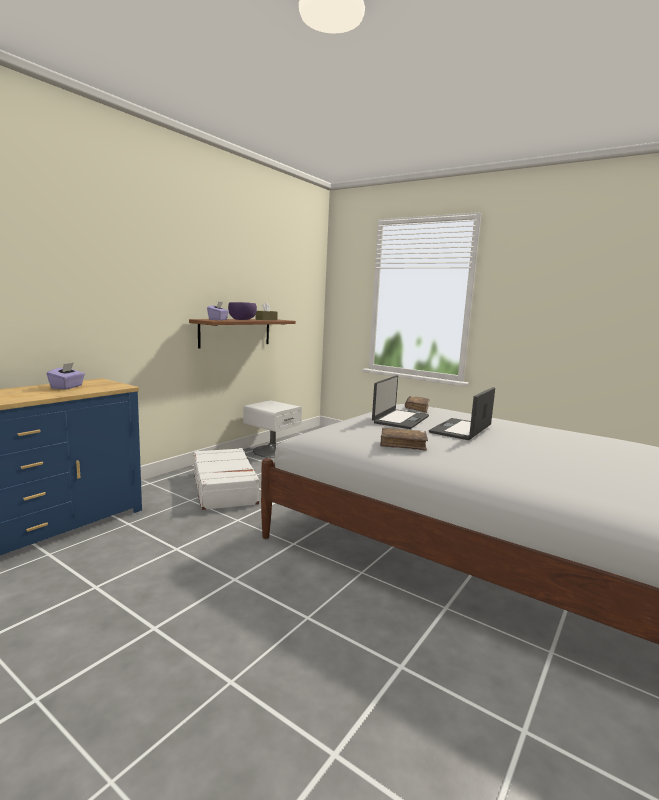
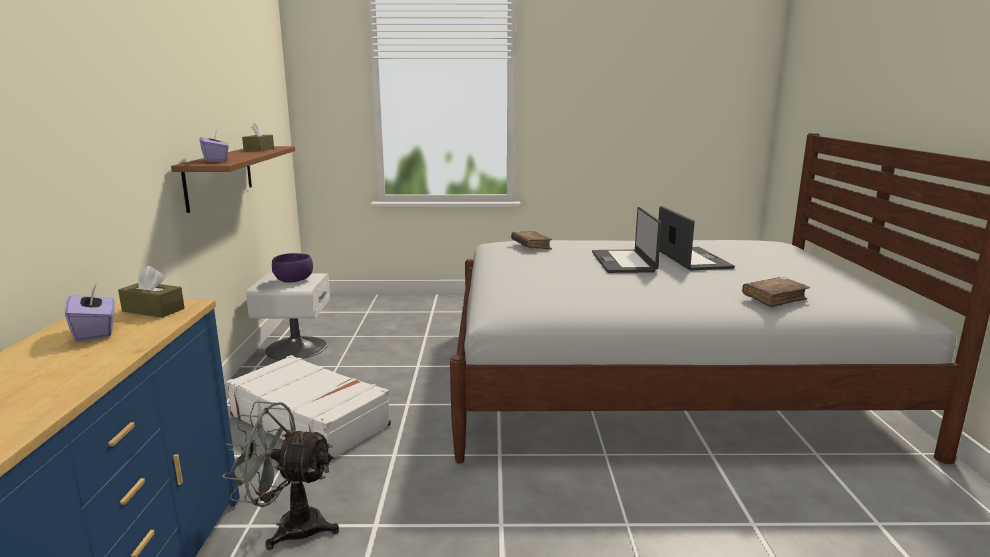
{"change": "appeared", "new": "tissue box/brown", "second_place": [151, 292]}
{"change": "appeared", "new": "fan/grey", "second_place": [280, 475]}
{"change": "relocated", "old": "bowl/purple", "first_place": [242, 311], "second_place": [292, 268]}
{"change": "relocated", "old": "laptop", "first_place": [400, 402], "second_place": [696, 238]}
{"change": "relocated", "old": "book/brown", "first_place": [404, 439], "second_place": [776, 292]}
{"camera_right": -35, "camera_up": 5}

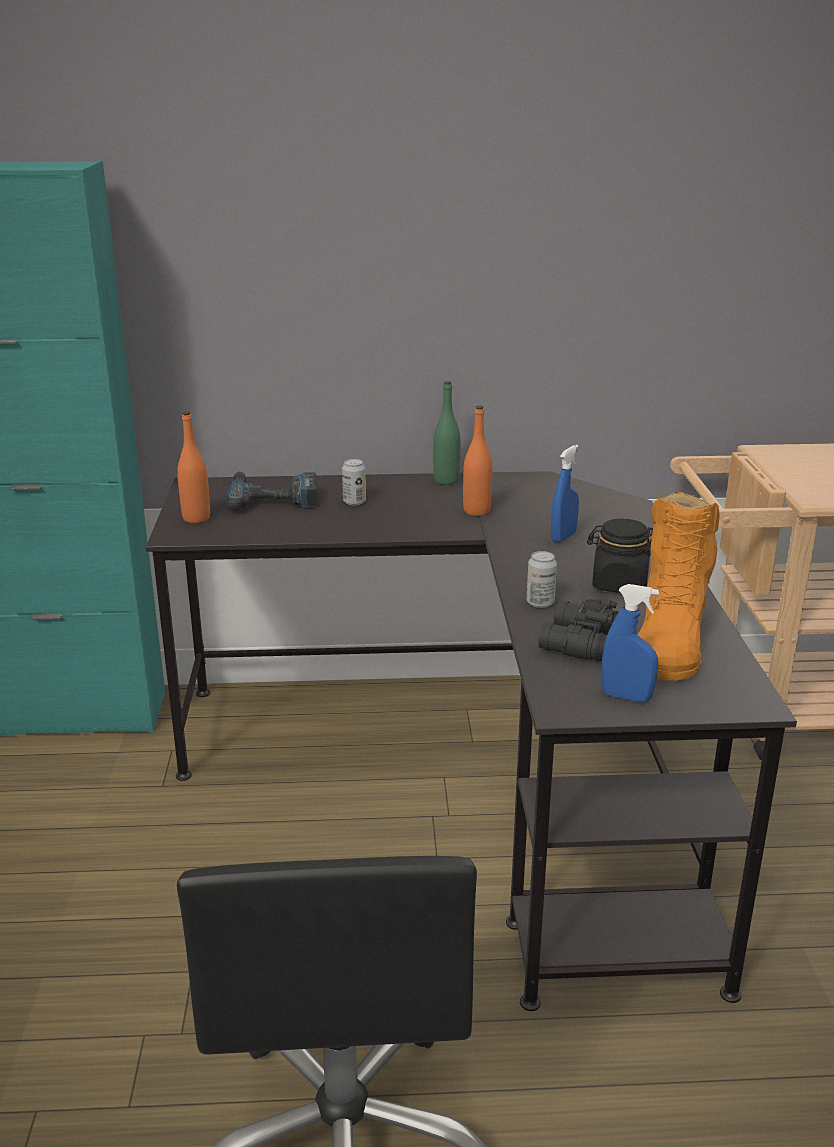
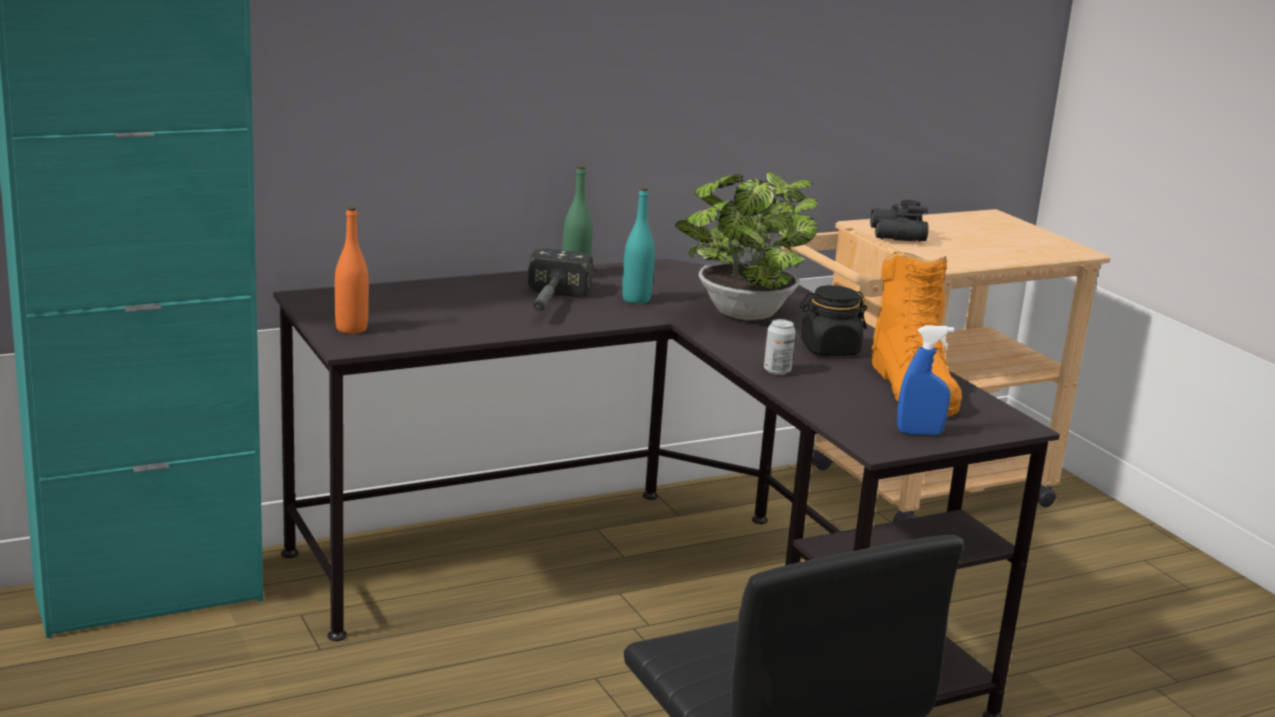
{"change": "appeared", "new": "hammer", "second_place": [560, 279]}
{"change": "colour", "old": "bottle/orange", "new": "bottle/turquoise", "first_place": [477, 460], "second_place": [638, 245]}
{"change": "exchanged", "old": "spray bottle/blue", "new": "potted plant", "first_place": [565, 494], "second_place": [746, 245]}
{"change": "relocated", "old": "binoculars/black", "first_place": [578, 629], "second_place": [899, 221]}
{"change": "missing", "old": "power drill", "first_place": [271, 491]}
{"change": "missing", "old": "can", "first_place": [354, 482]}
{"camera_right": -25, "camera_up": -5}

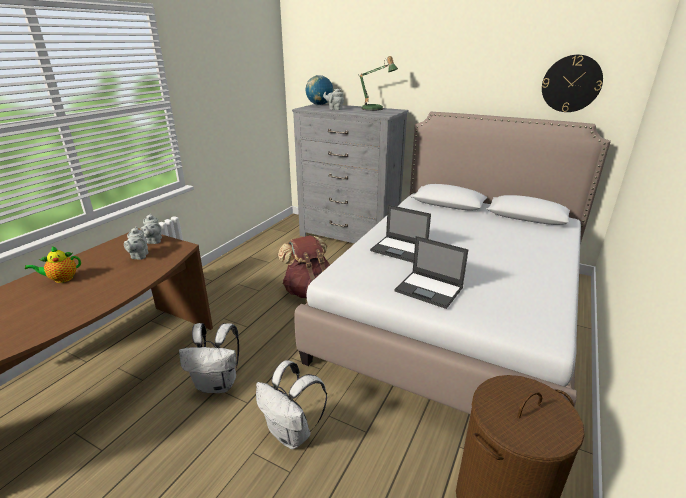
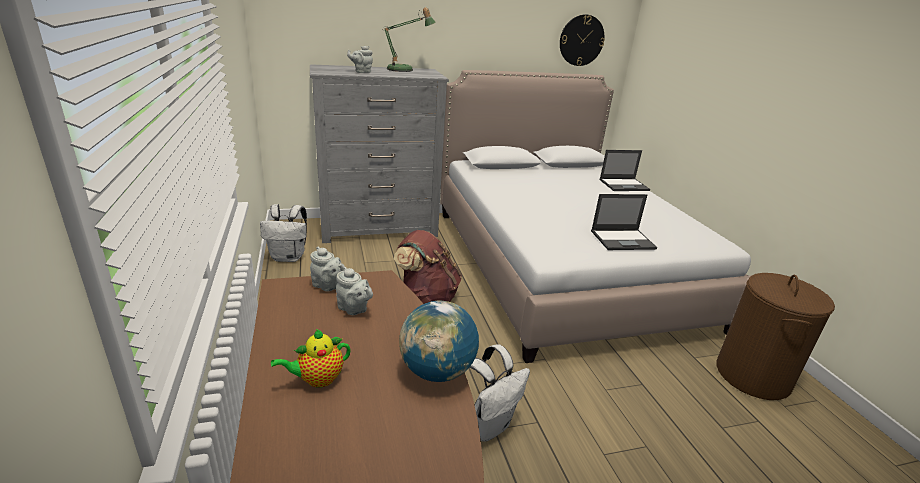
{"change": "relocated", "old": "backpack/white", "first_place": [291, 404], "second_place": [283, 233]}
{"change": "spun", "old": "teapot", "first_place": [53, 264], "second_place": [311, 358], "degrees": 45}
{"change": "relocated", "old": "globe", "first_place": [319, 90], "second_place": [439, 341]}
{"change": "relocated", "old": "laptop", "first_place": [400, 234], "second_place": [624, 170]}
{"camera_right": -45, "camera_up": 0}

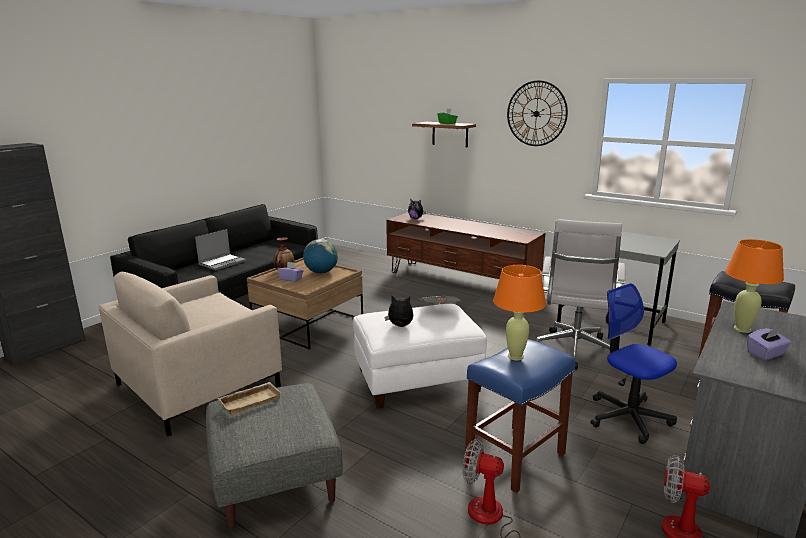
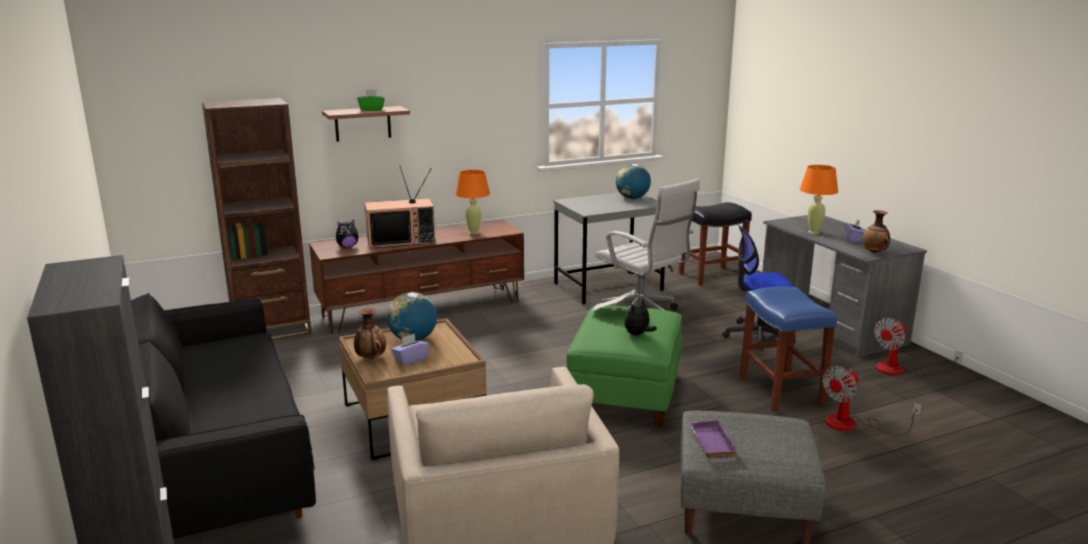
{"change": "appeared", "new": "bookcase/brown", "second_place": [257, 219]}
{"change": "appeared", "new": "television", "second_place": [400, 206]}
{"change": "relocated", "old": "table lamp/orange", "first_place": [519, 312], "second_place": [473, 202]}
{"change": "colour", "old": "ottoman/white", "new": "ottoman/green", "first_place": [420, 356], "second_place": [624, 365]}
{"change": "appeared", "new": "globe", "second_place": [633, 181]}
{"change": "colour", "old": "tray/beige", "new": "tray/purple", "first_place": [249, 398], "second_place": [713, 439]}
{"change": "appeared", "new": "vase", "second_place": [876, 231]}
{"change": "missing", "old": "laptop", "first_place": [220, 249]}
{"change": "missing", "old": "wall clock", "first_place": [537, 113]}
{"camera_right": -60, "camera_up": 0}

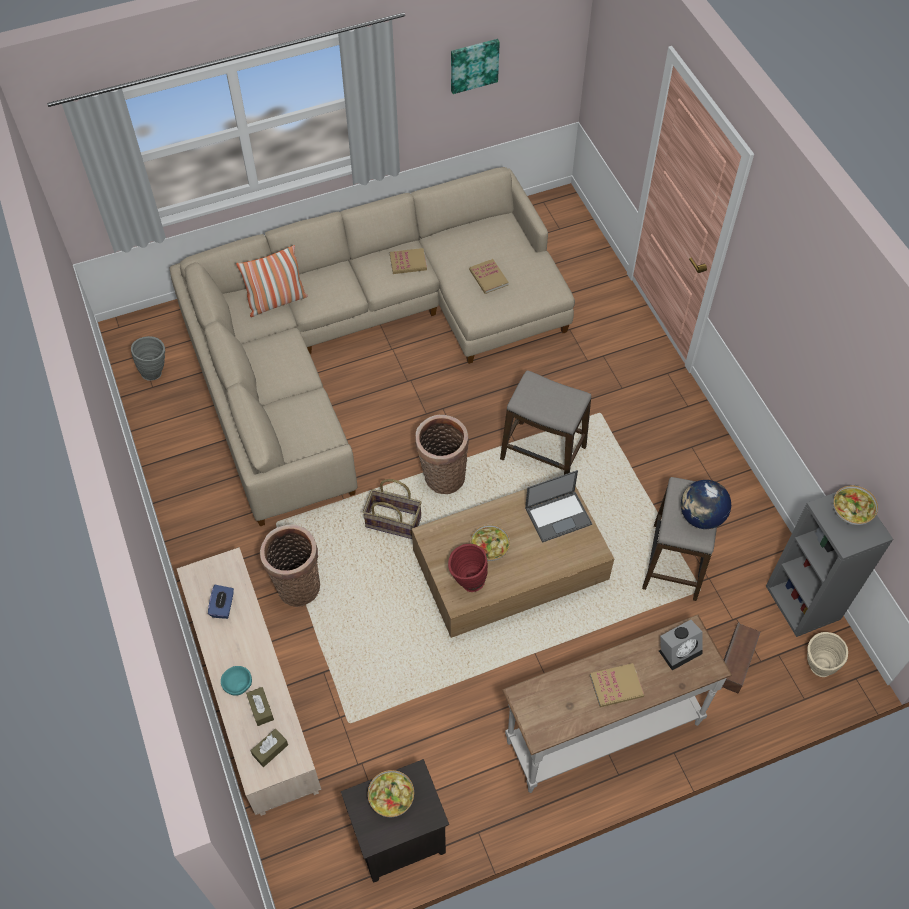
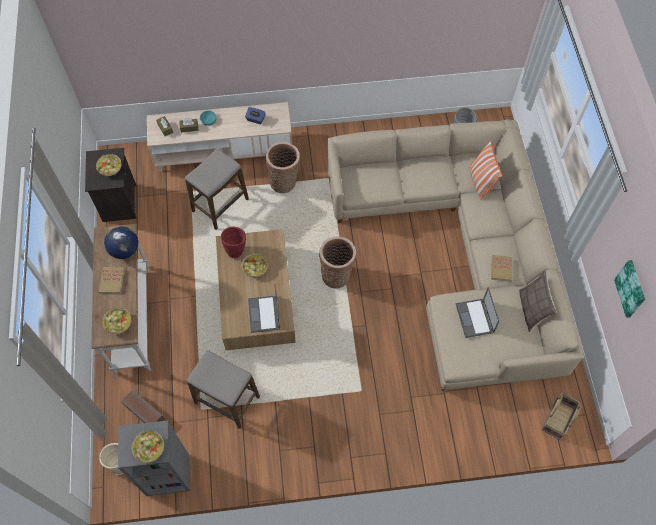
{"change": "exchanged", "old": "alarm clock", "new": "bowl", "first_place": [681, 645], "second_place": [116, 320]}
{"change": "relocated", "old": "globe", "first_place": [706, 504], "second_place": [121, 242]}
{"change": "relocated", "old": "stool", "first_place": [545, 423], "second_place": [217, 189]}
{"change": "exchanged", "old": "book", "new": "laptop", "first_place": [489, 276], "second_place": [477, 312]}
{"change": "appeared", "new": "pillow", "second_place": [538, 301]}
{"change": "relocated", "old": "basket", "first_place": [392, 509], "second_place": [561, 416]}
{"camera_right": 105, "camera_up": 5}

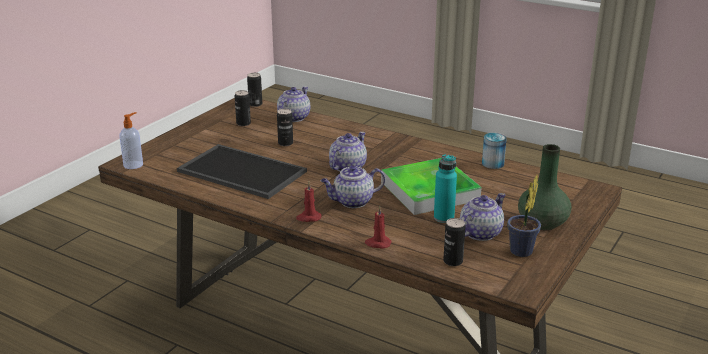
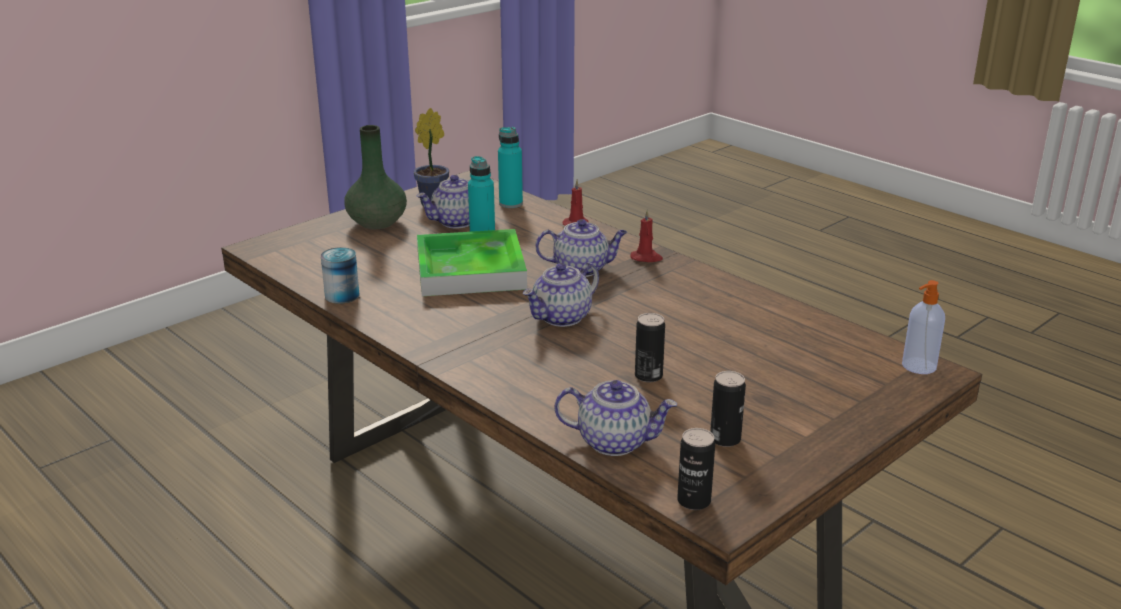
{"change": "exchanged", "old": "can", "new": "bottle/turquoise", "first_place": [454, 242], "second_place": [510, 167]}
{"change": "spun", "old": "teapot", "first_place": [293, 104], "second_place": [615, 418], "degrees": -120}
{"change": "missing", "old": "tray", "first_place": [242, 171]}
{"camera_right": -165, "camera_up": 0}

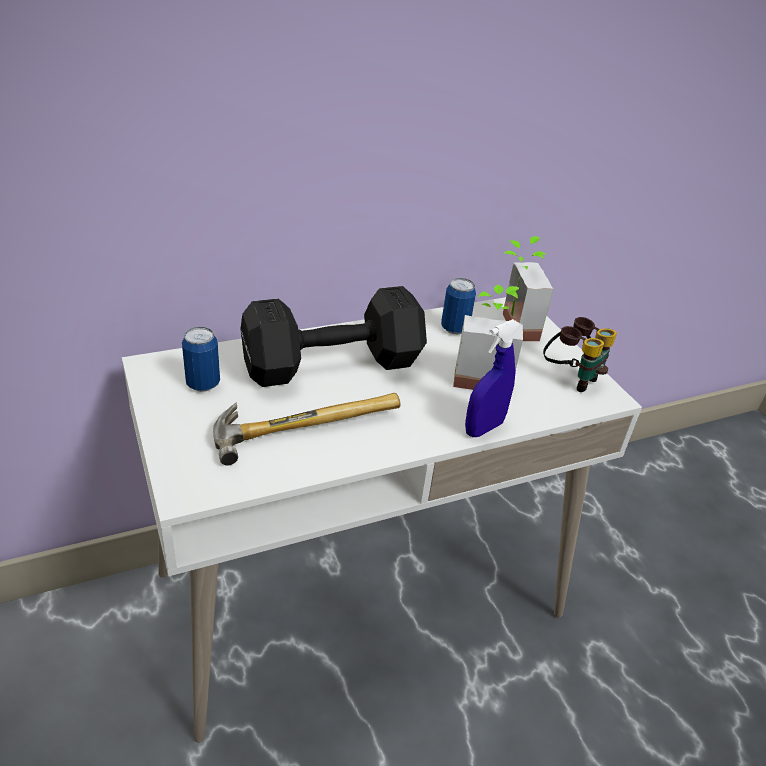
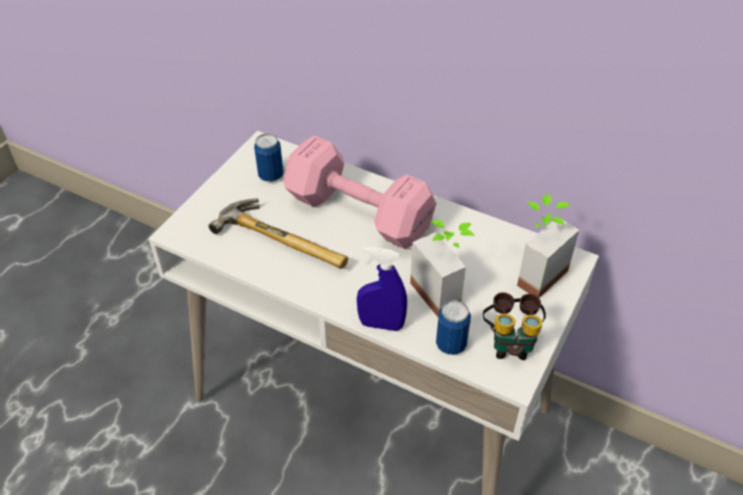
{"change": "colour", "old": "dumbbell/black", "new": "dumbbell/pink", "first_place": [334, 336], "second_place": [360, 192]}
{"change": "relocated", "old": "can", "first_place": [458, 306], "second_place": [453, 327]}
{"camera_right": 55, "camera_up": 10}

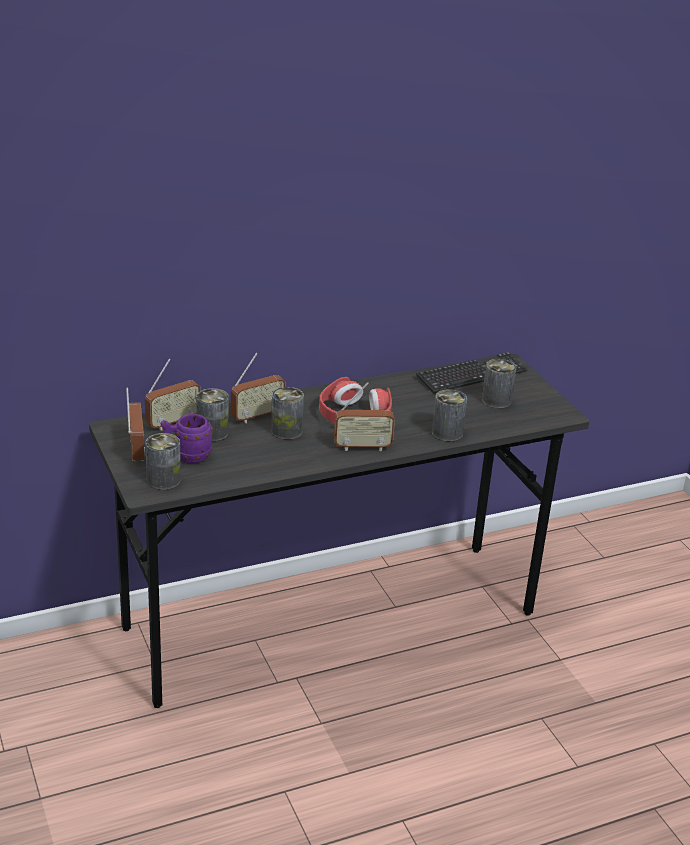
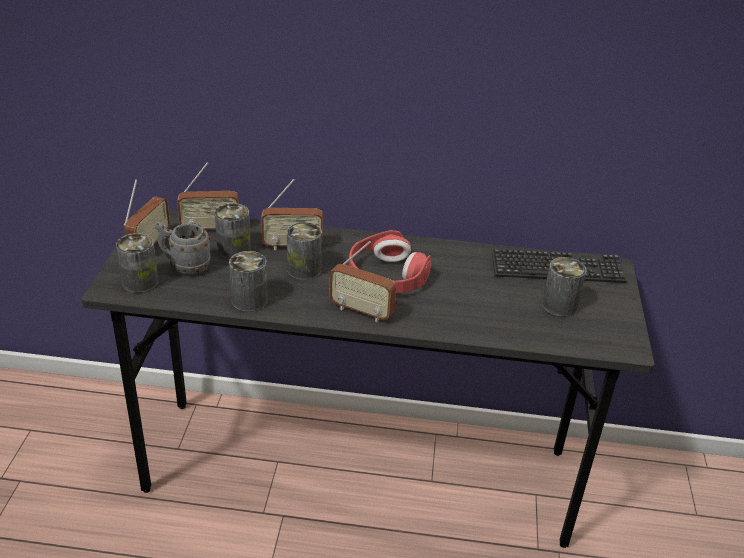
{"change": "colour", "old": "mug/purple", "new": "mug/grey", "first_place": [187, 438], "second_place": [182, 248]}
{"change": "relocated", "old": "can", "first_place": [449, 415], "second_place": [248, 281]}
{"camera_right": 30, "camera_up": 5}

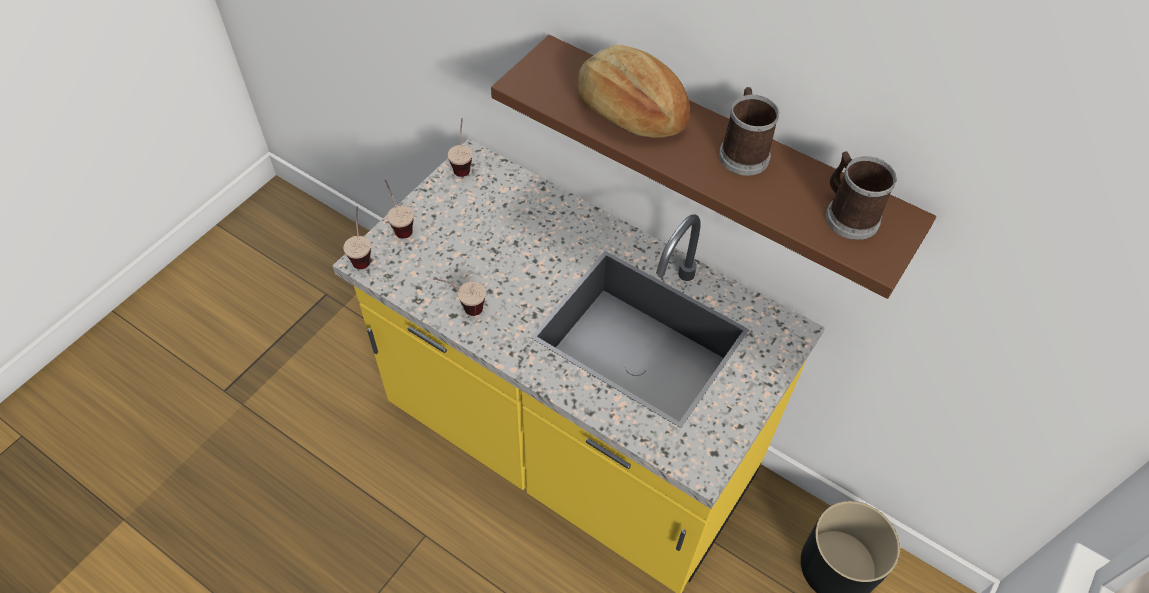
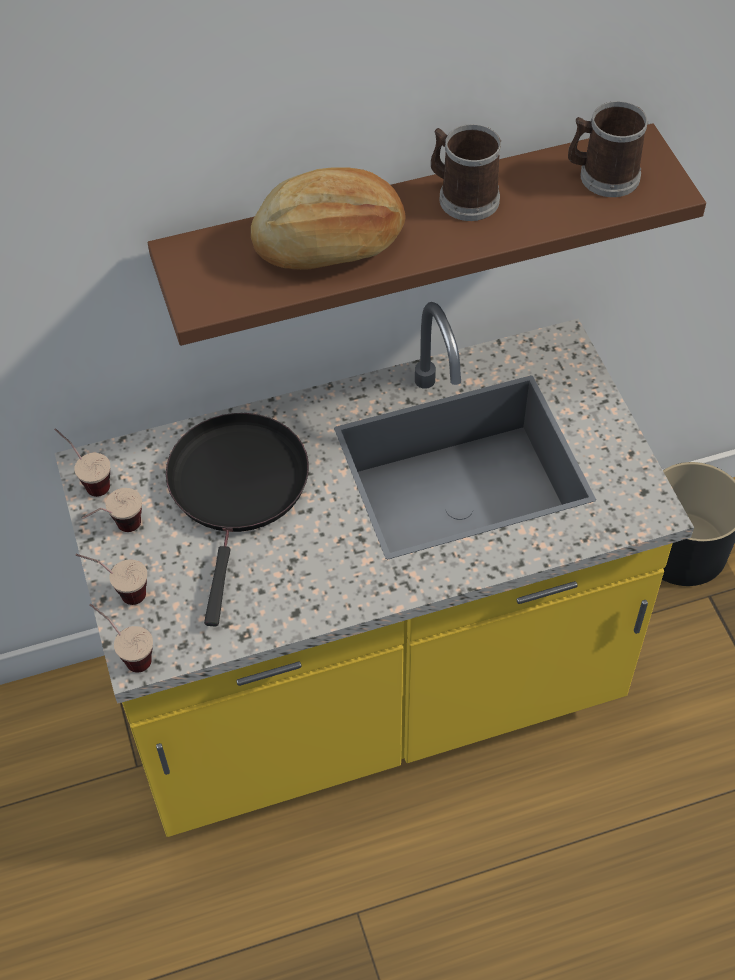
{"change": "relocated", "old": "cup", "first_place": [459, 297], "second_place": [112, 510]}
{"change": "appeared", "new": "frying pan/black", "second_place": [237, 519]}
{"camera_right": -50, "camera_up": 0}

